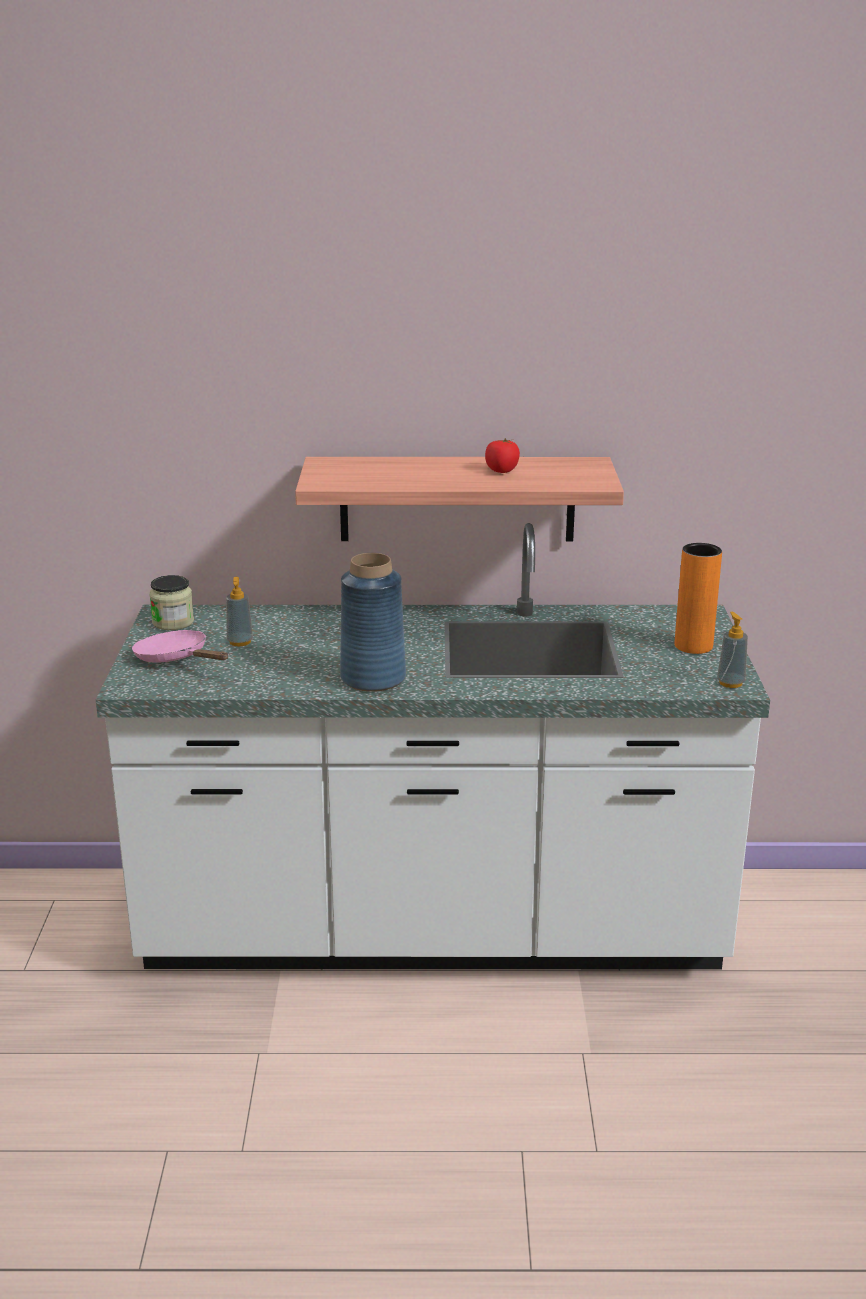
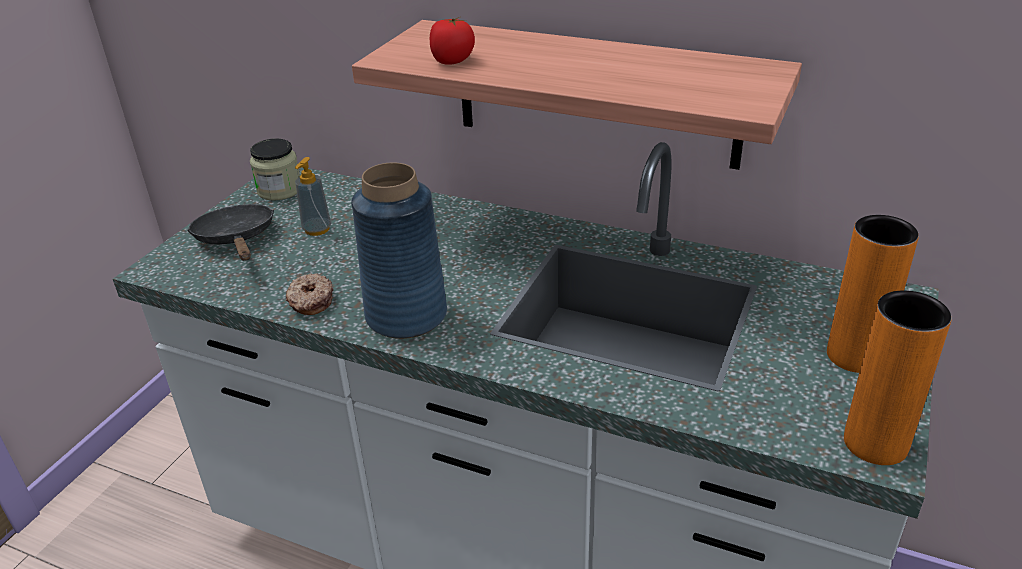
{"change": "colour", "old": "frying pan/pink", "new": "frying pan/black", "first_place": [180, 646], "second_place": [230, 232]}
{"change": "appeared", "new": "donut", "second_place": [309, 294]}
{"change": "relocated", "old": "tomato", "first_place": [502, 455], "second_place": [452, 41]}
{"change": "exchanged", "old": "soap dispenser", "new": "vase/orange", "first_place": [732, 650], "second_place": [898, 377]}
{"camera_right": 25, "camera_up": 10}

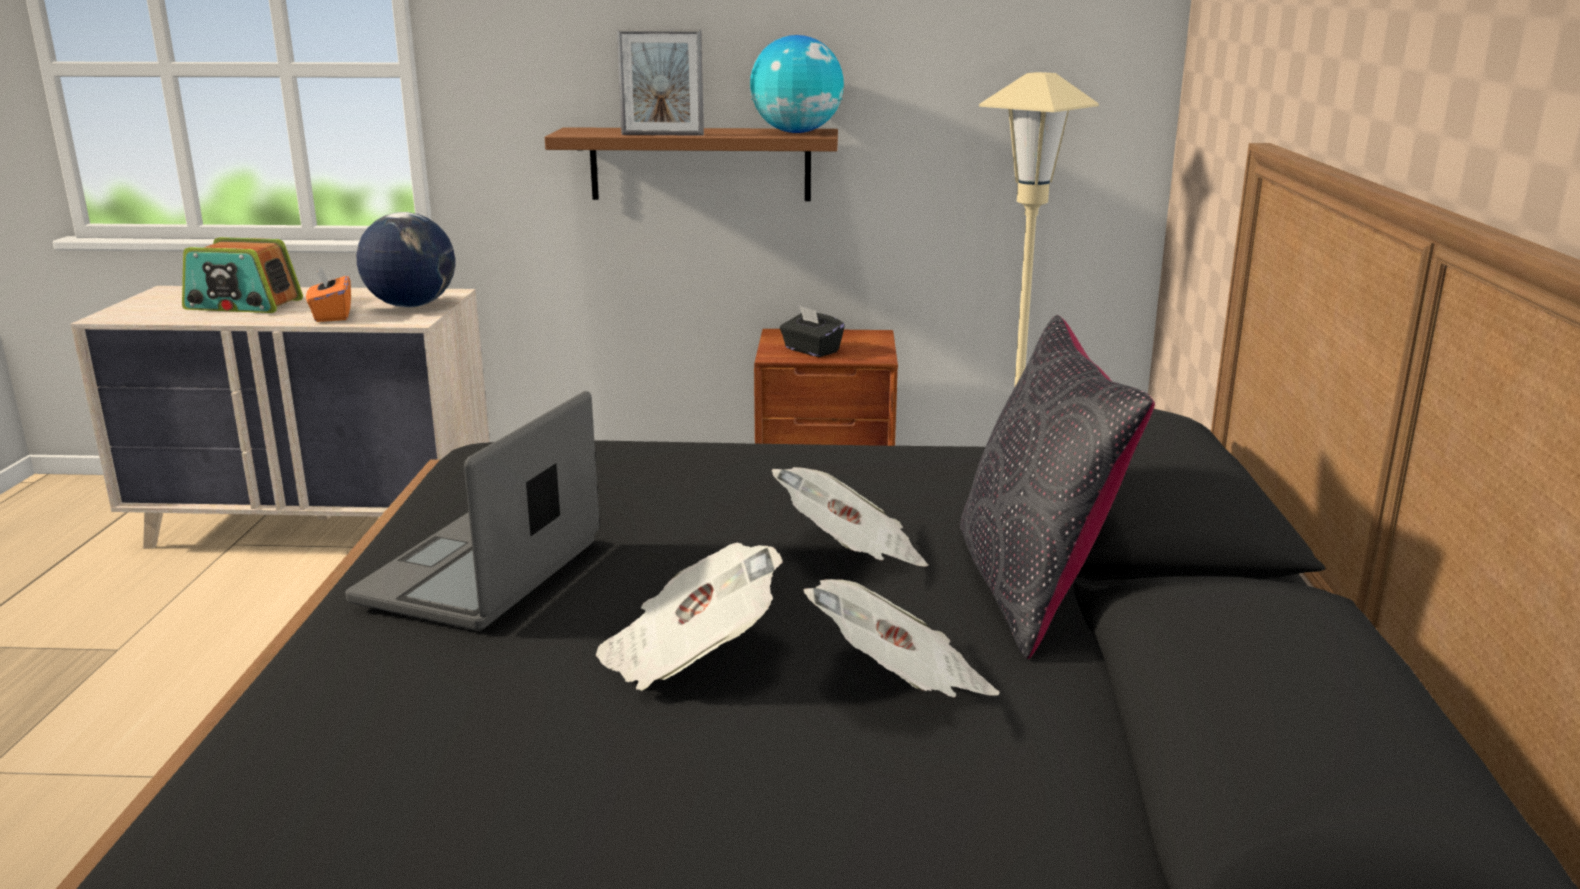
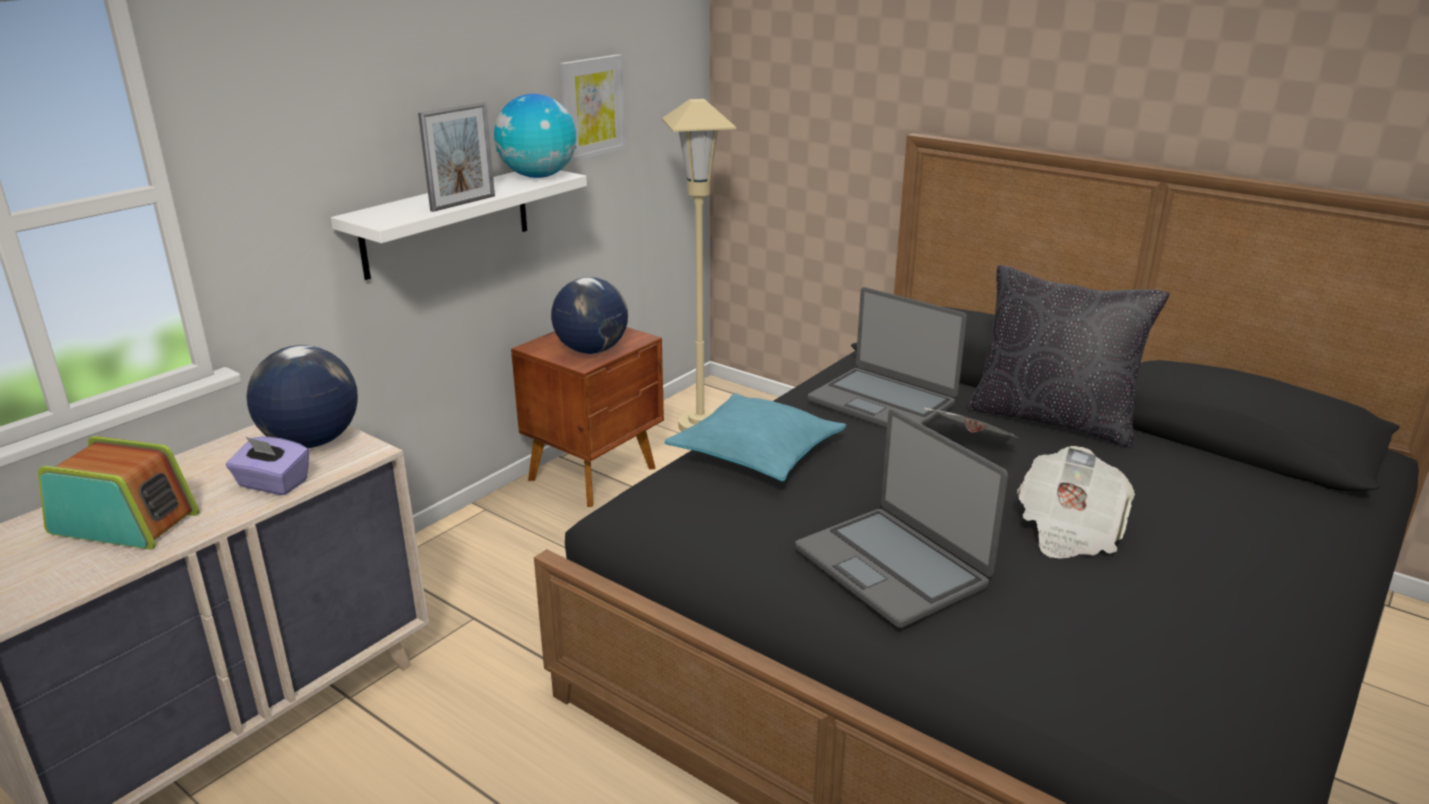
{"change": "spun", "old": "radio", "first_place": [242, 275], "second_place": [119, 493], "degrees": -120}
{"change": "colour", "old": "tissue box/orange", "new": "tissue box/purple", "first_place": [328, 294], "second_place": [267, 465]}
{"change": "colour", "old": "shelf/brown", "new": "shelf/white", "first_place": [691, 164], "second_place": [459, 225]}
{"change": "exchanged", "old": "tissue box/black", "new": "globe", "first_place": [812, 331], "second_place": [589, 315]}
{"change": "appeared", "new": "picture", "second_place": [593, 108]}
{"change": "appeared", "new": "pillow/turquoise", "second_place": [755, 437]}
{"change": "appeared", "new": "laptop", "second_place": [887, 357]}
{"change": "missing", "old": "newspaper", "first_place": [901, 638]}
{"camera_right": -55, "camera_up": 5}

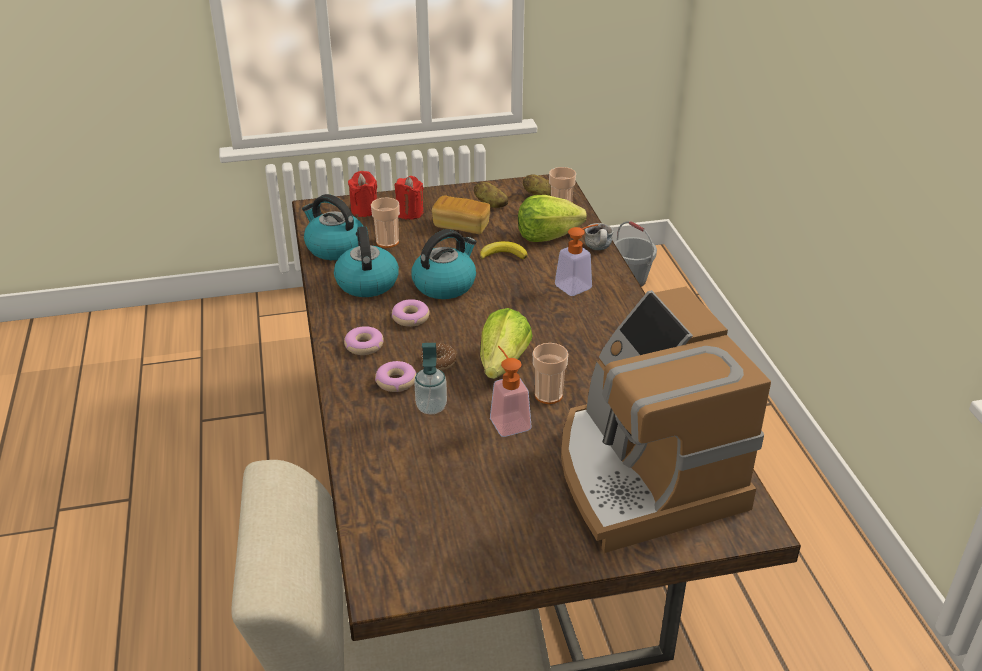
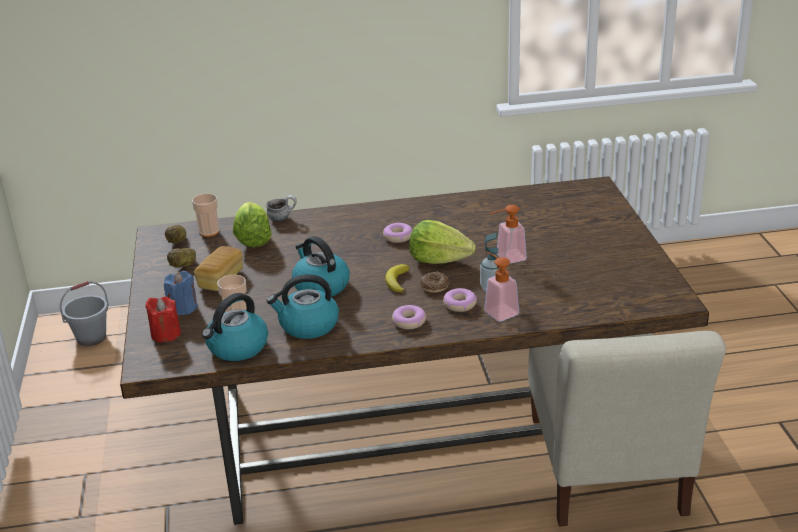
{"change": "colour", "old": "candle/red", "new": "candle/blue", "first_place": [408, 198], "second_place": [180, 293]}
{"change": "relocated", "old": "donut", "first_place": [411, 313], "second_place": [398, 233]}
{"change": "relocated", "old": "banana", "first_place": [504, 250], "second_place": [397, 278]}
{"change": "relocated", "old": "soap dispenser", "first_place": [576, 260], "second_place": [501, 286]}
{"change": "missing", "old": "cup", "first_place": [550, 373]}
{"change": "missing", "old": "coffee machine", "first_place": [666, 420]}
{"camera_right": -85, "camera_up": -5}

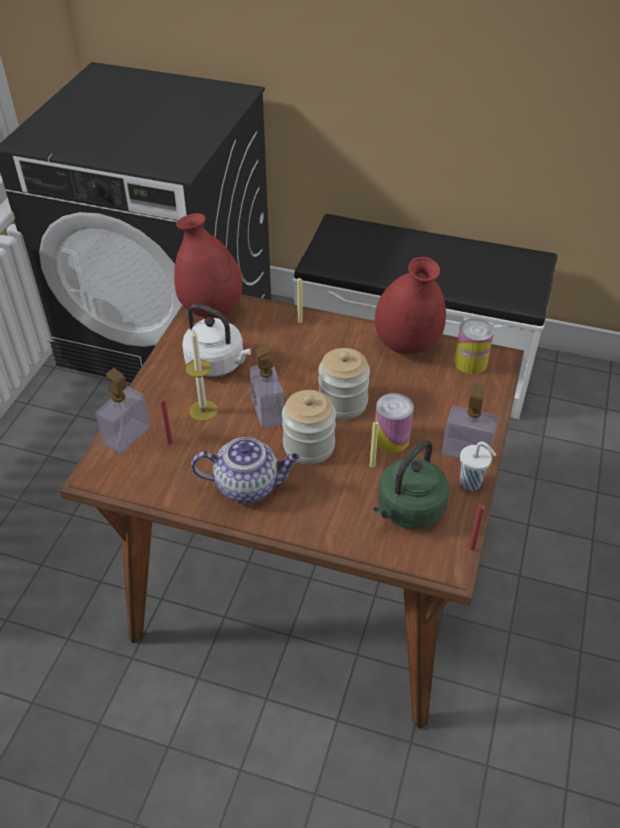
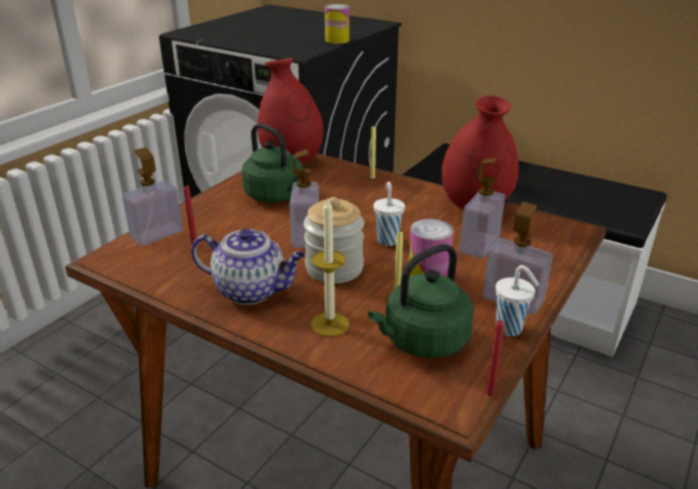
{"change": "colour", "old": "kettle/white", "new": "kettle/green", "first_place": [216, 340], "second_place": [272, 163]}
{"change": "relocated", "old": "candle", "first_place": [201, 375], "second_place": [330, 268]}
{"change": "relocated", "old": "can", "first_place": [474, 346], "second_place": [337, 24]}
{"change": "exchanged", "old": "jar", "new": "cup/white", "first_place": [344, 383], "second_place": [389, 214]}
{"change": "appeared", "new": "soap dispenser", "second_place": [482, 208]}
{"camera_right": 15, "camera_up": -15}

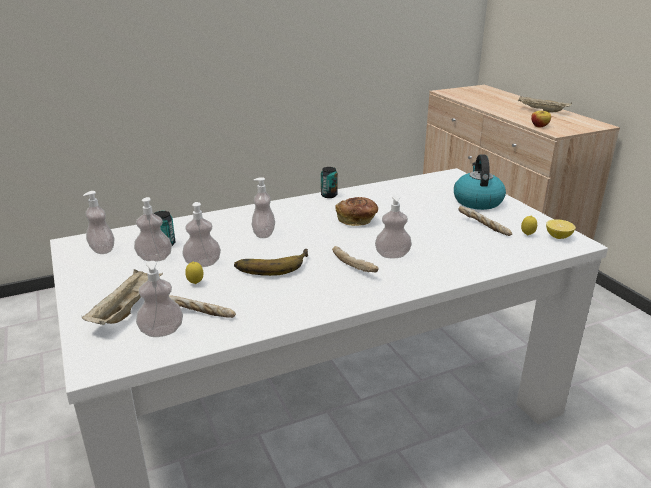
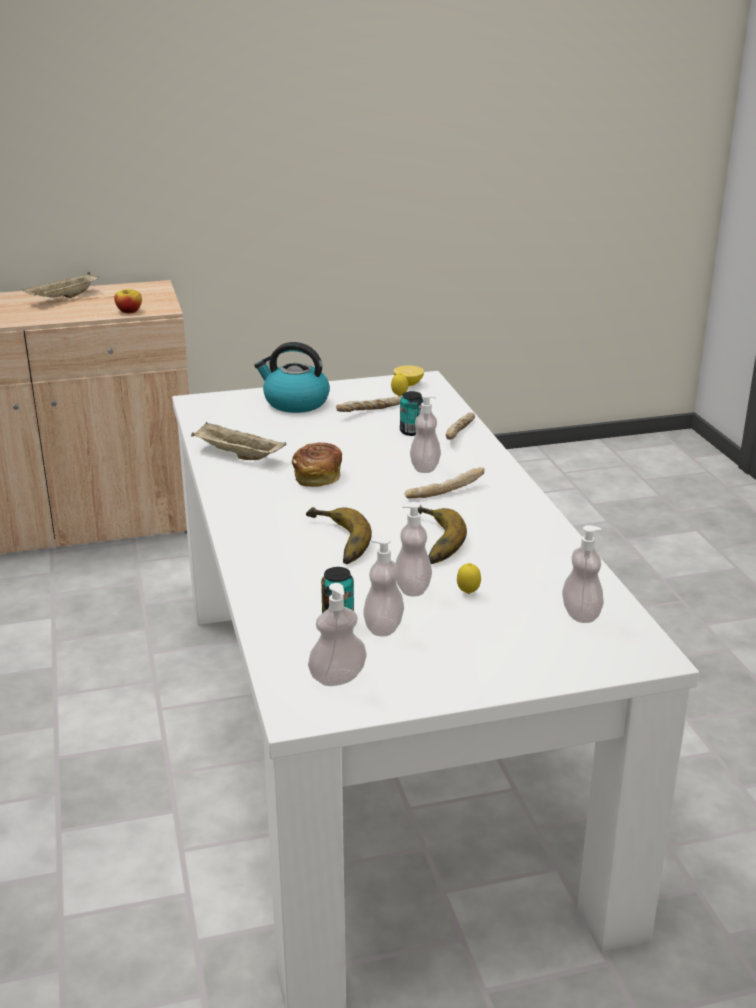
{"change": "relocated", "old": "tray/beige", "first_place": [122, 297], "second_place": [238, 441]}
{"change": "exchanged", "old": "soap dispenser", "new": "banana", "first_place": [263, 207], "second_place": [339, 535]}
{"change": "relocated", "old": "can", "first_place": [329, 182], "second_place": [411, 413]}
{"change": "relocated", "old": "bread", "first_place": [202, 306], "second_place": [460, 426]}
{"camera_right": -80, "camera_up": 0}

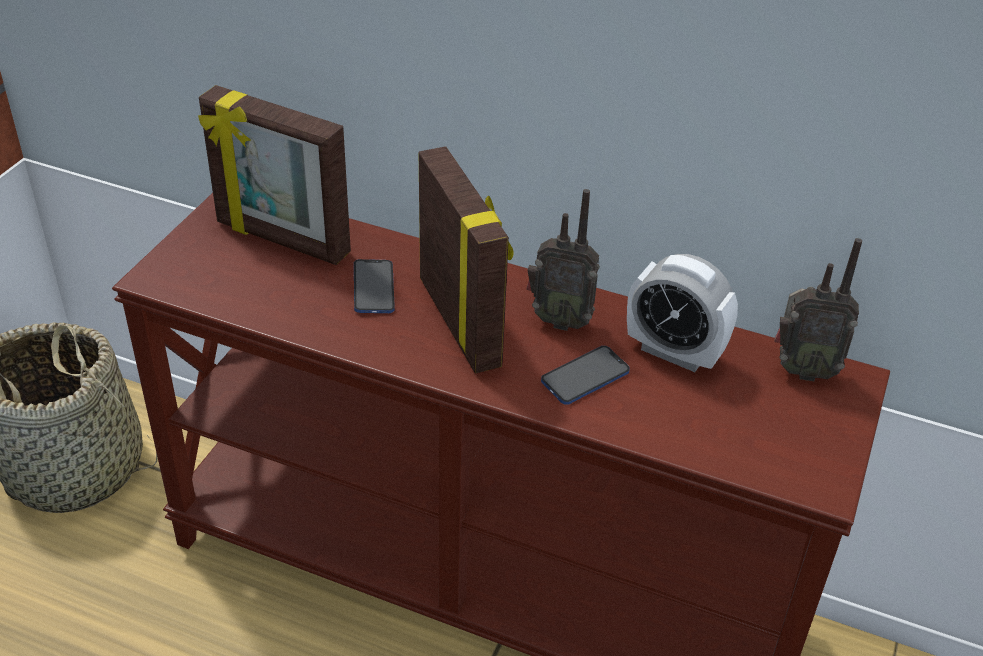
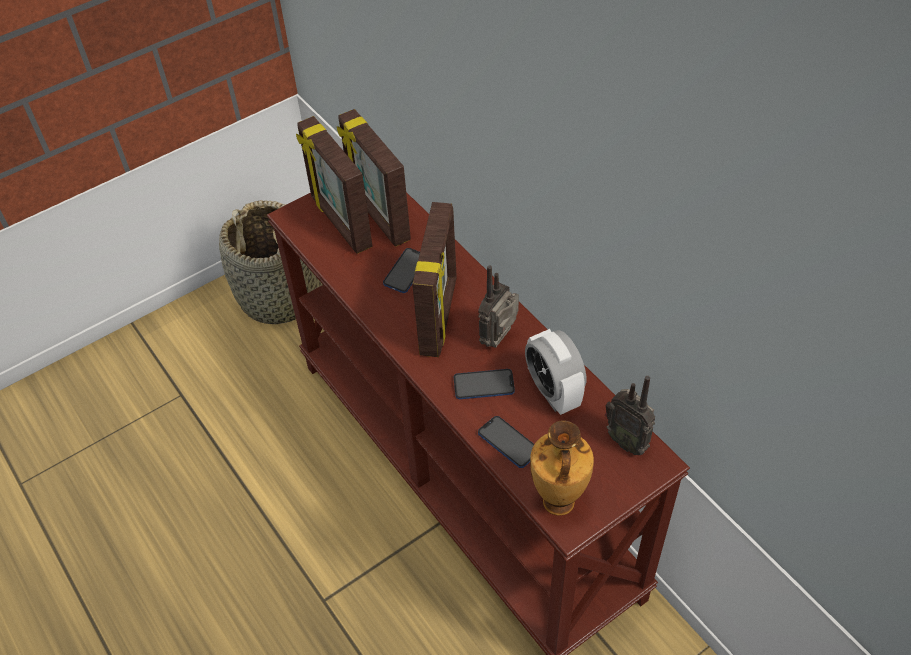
{"change": "appeared", "new": "picture frame", "second_place": [334, 185]}
{"change": "spun", "old": "radio", "first_place": [563, 260], "second_place": [498, 306], "degrees": 75}
{"change": "appeared", "new": "phone", "second_place": [506, 442]}
{"change": "appeared", "new": "vase", "second_place": [562, 468]}
{"camera_right": 35, "camera_up": 10}

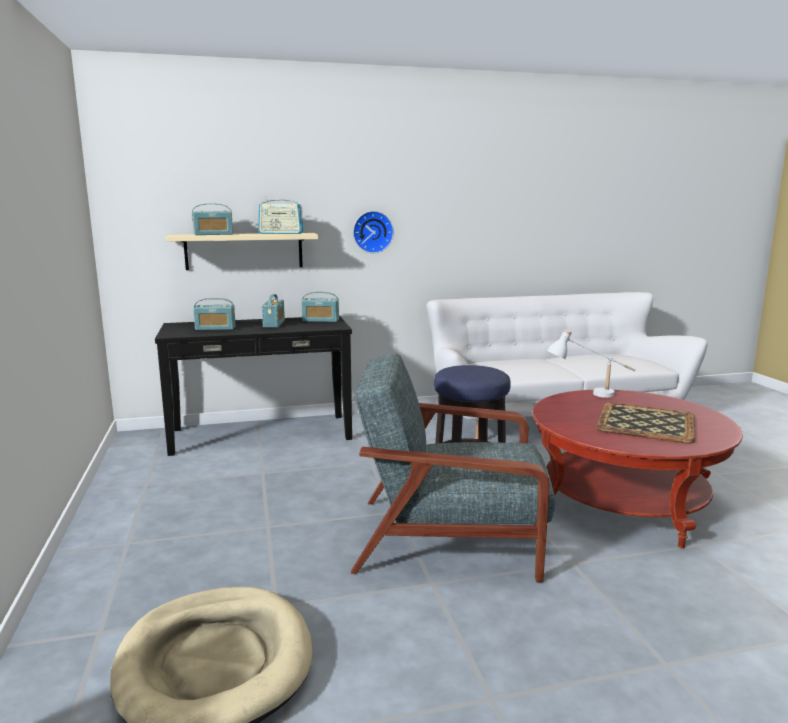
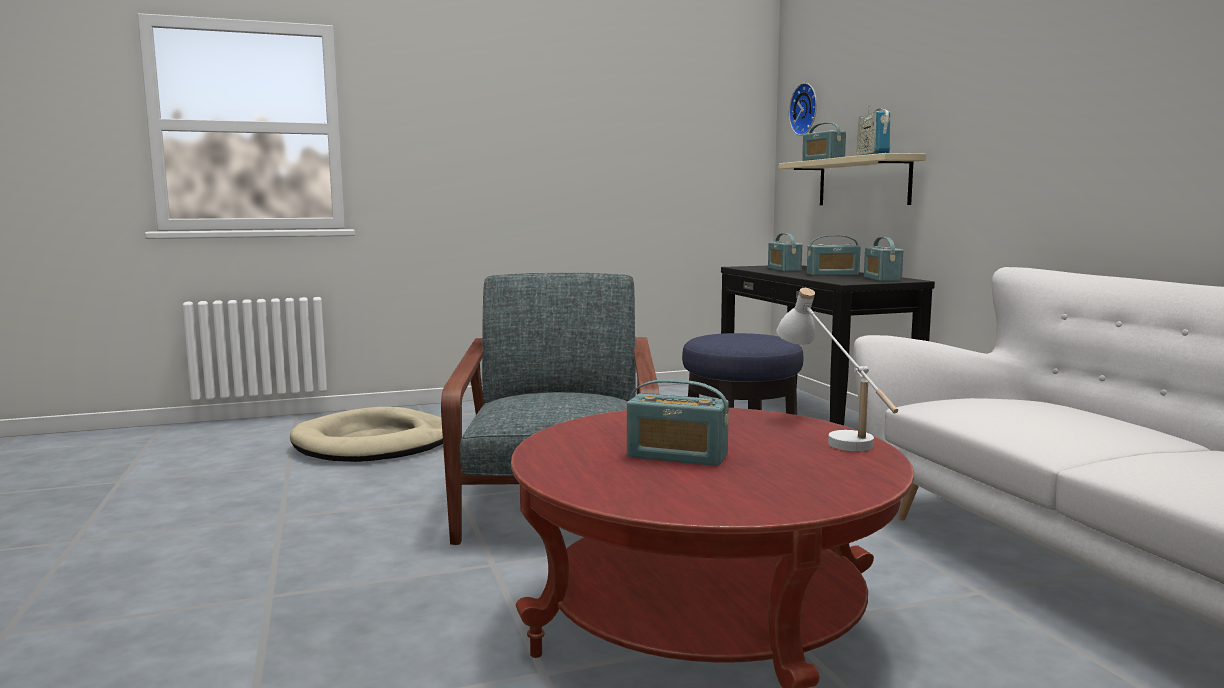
{"change": "exchanged", "old": "tray", "new": "radio", "first_place": [645, 423], "second_place": [678, 422]}
{"change": "relocated", "old": "wall clock", "first_place": [373, 232], "second_place": [803, 109]}
{"camera_right": 85, "camera_up": -5}

